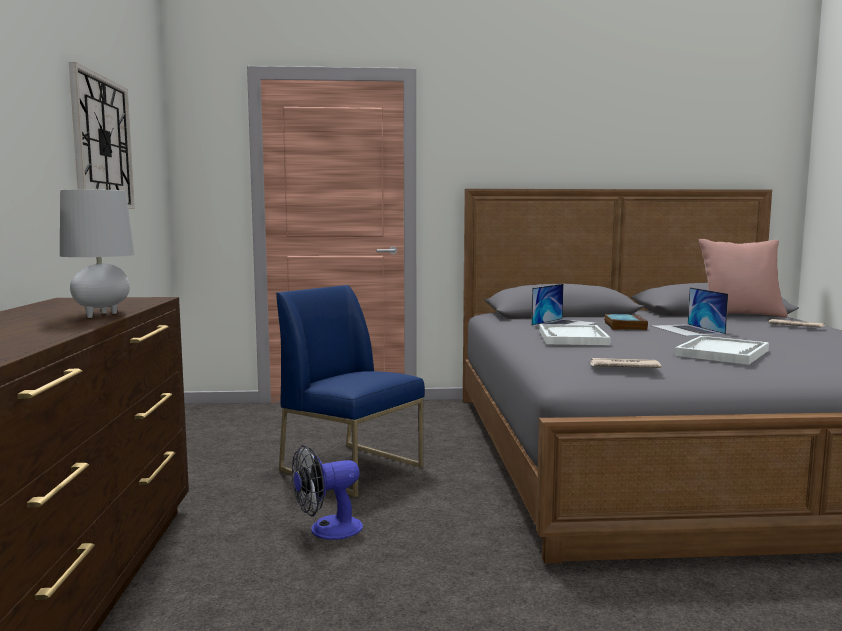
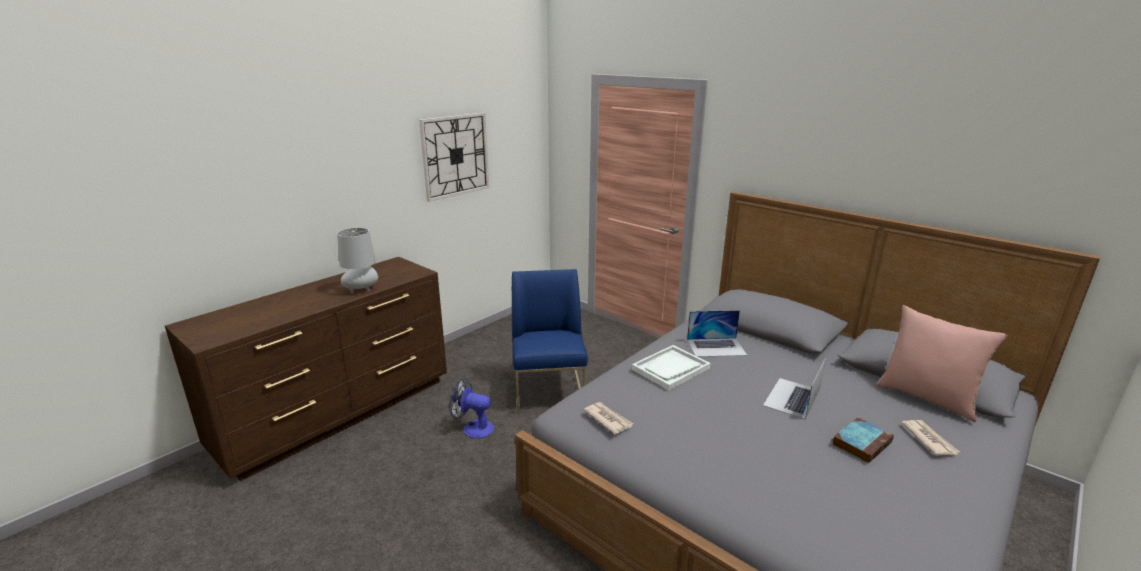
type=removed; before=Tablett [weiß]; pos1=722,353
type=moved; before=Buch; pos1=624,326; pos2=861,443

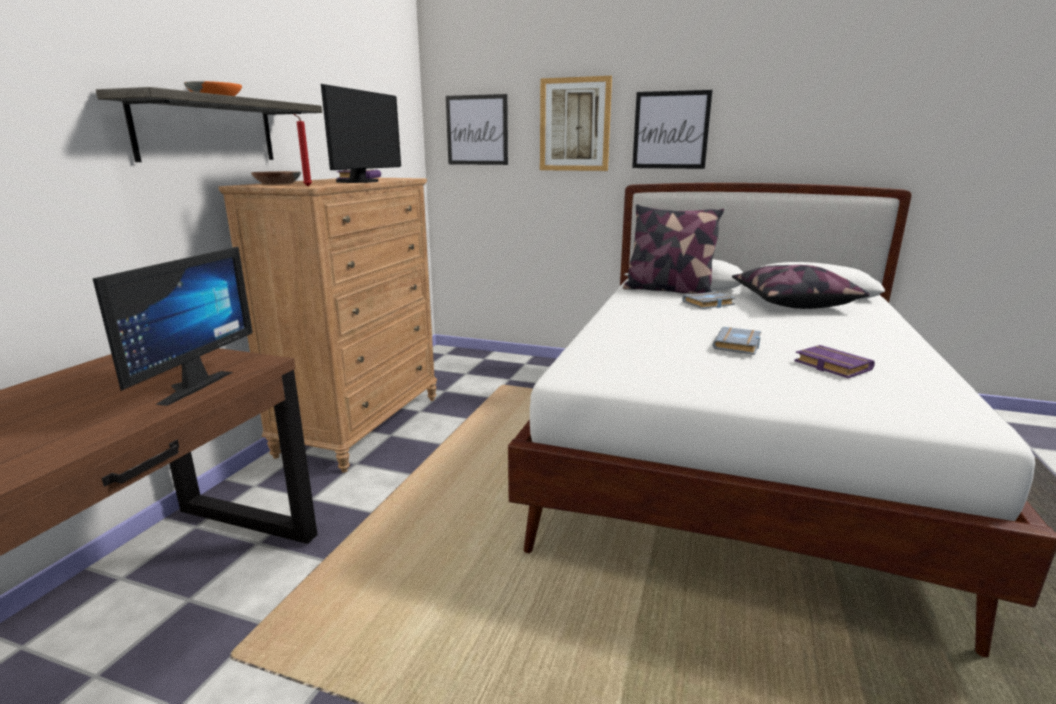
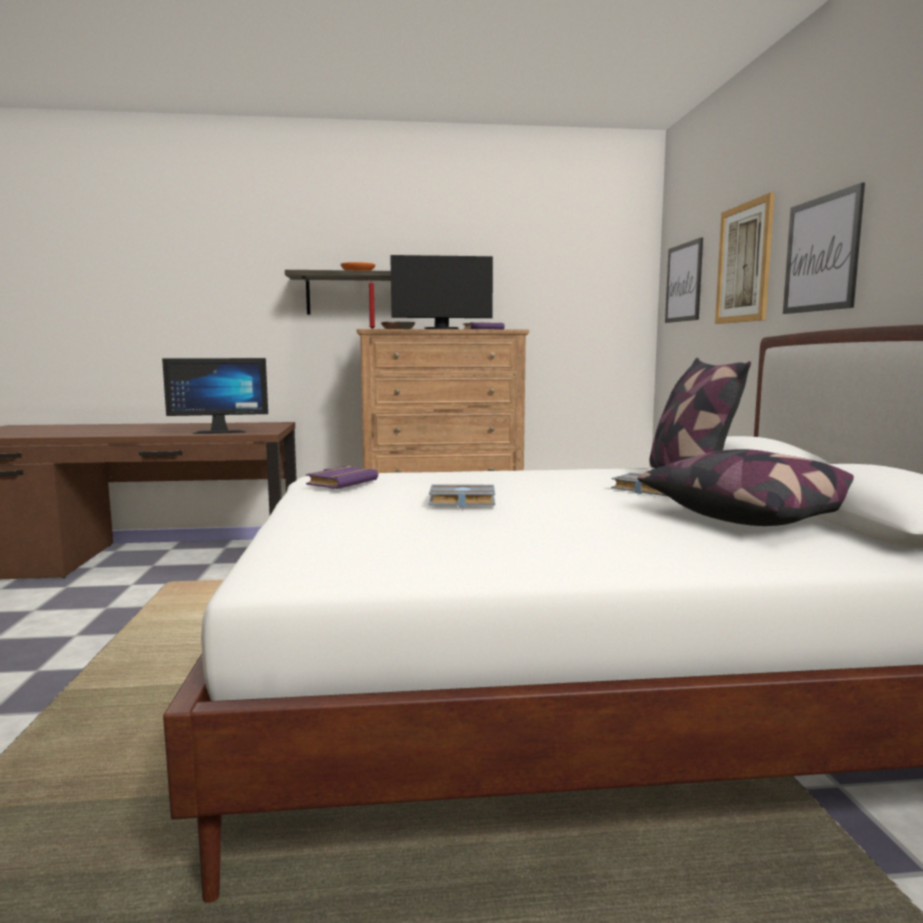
type=moved; before=Buch [lila]; pos1=830,366; pos2=341,482

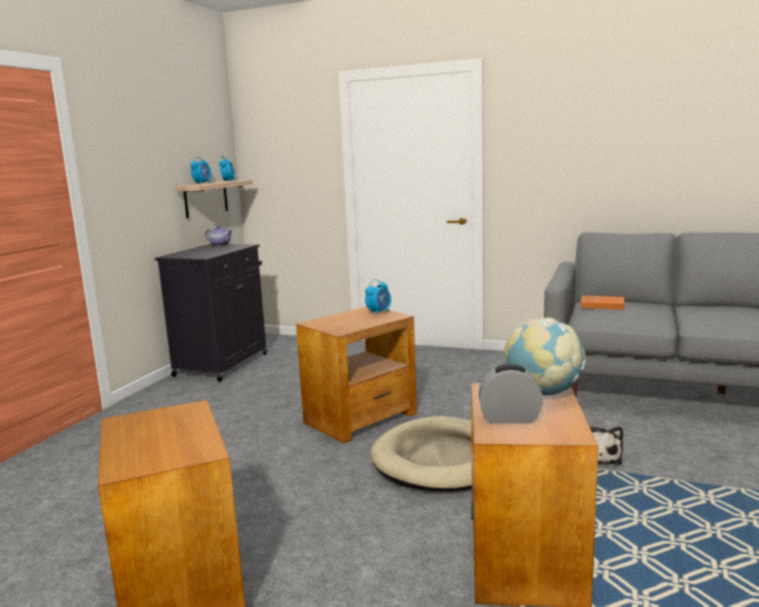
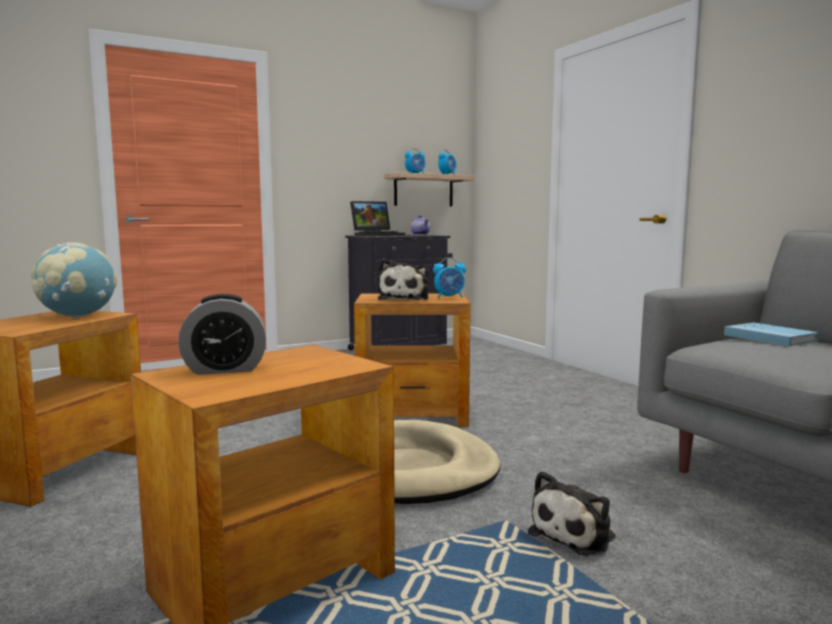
type=added; after=Laptop; pos2=378,235
type=added; after=Plüschtier; pos2=405,298
type=moved; before=Globus; pos1=543,393; pos2=78,316
type=recoloured; before=Buch [orange]; after=Buch [blau]; pos1=602,305; pos2=769,338
type=turned; before=Wecker; pos1=509,419; pos2=225,369; turn=120

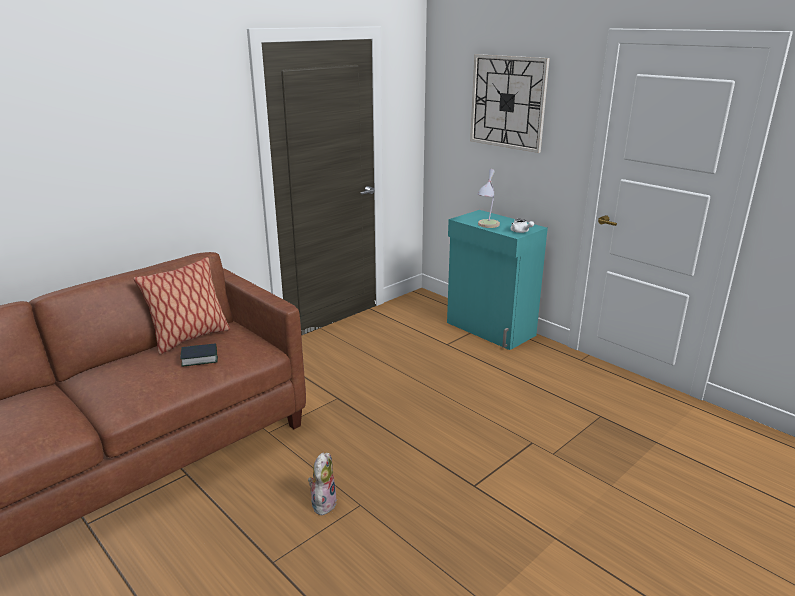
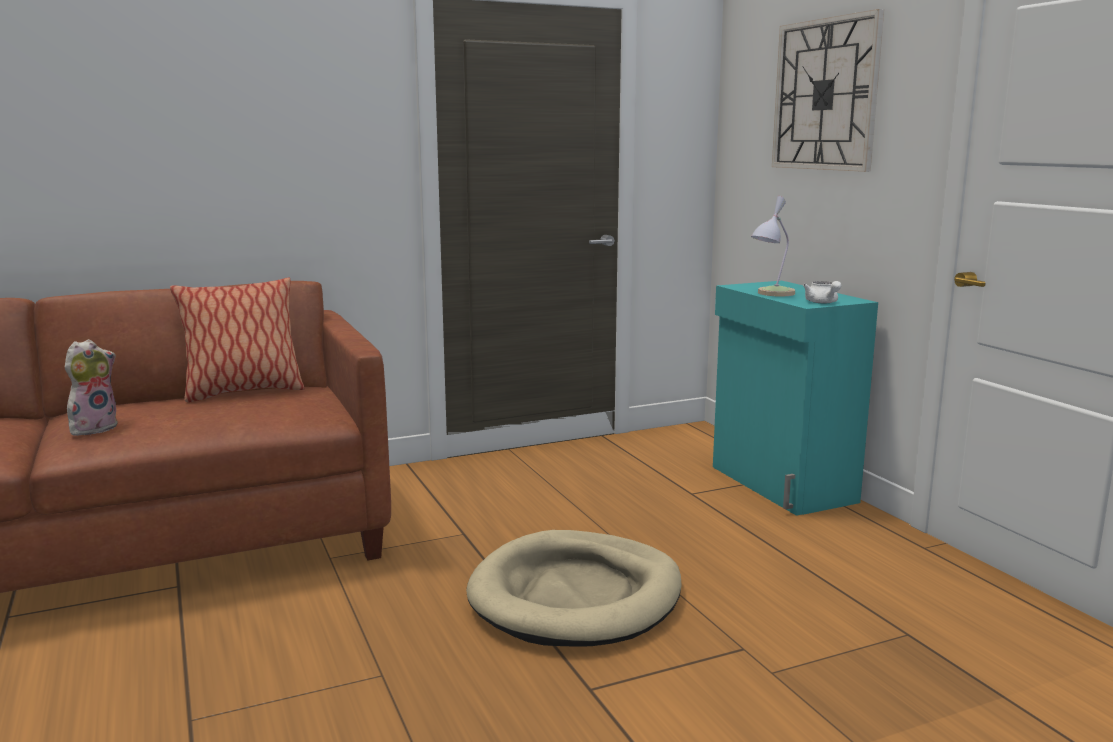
type=removed; before=Buch; pos1=199,358
type=added; after=Hundebett [beige]; pos2=576,596
type=moved; before=Plüschtier; pos1=323,503; pos2=94,428

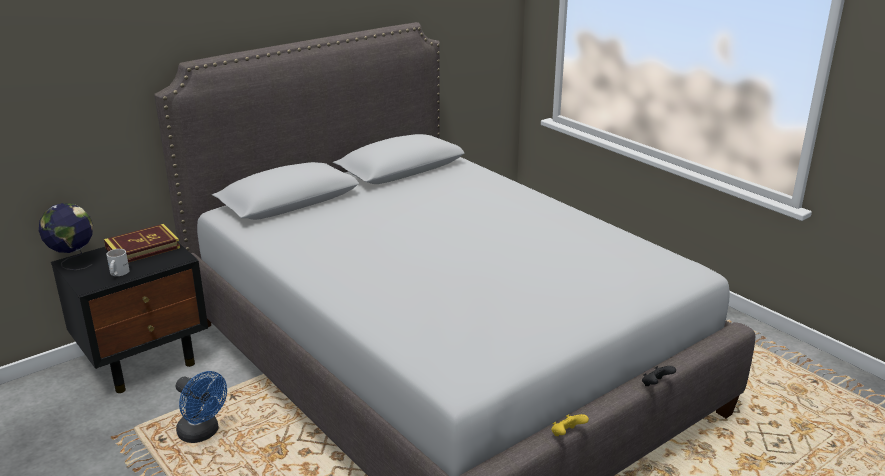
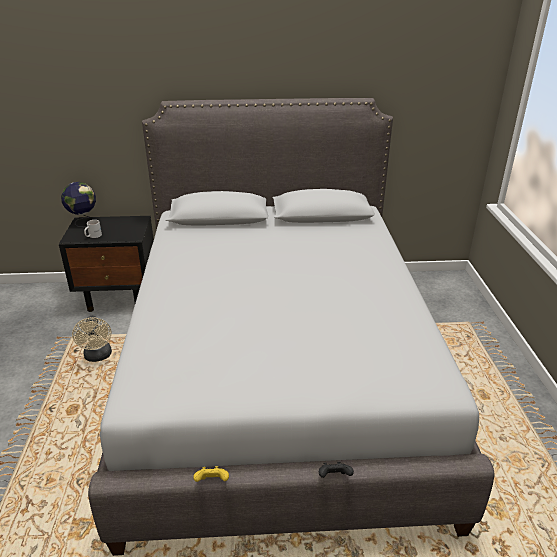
type=removed; before=Buch; pos1=143,248
type=recoloured; before=Ventilator [blau]; after=Ventilator [beige]; pos1=202,433; pos2=98,356

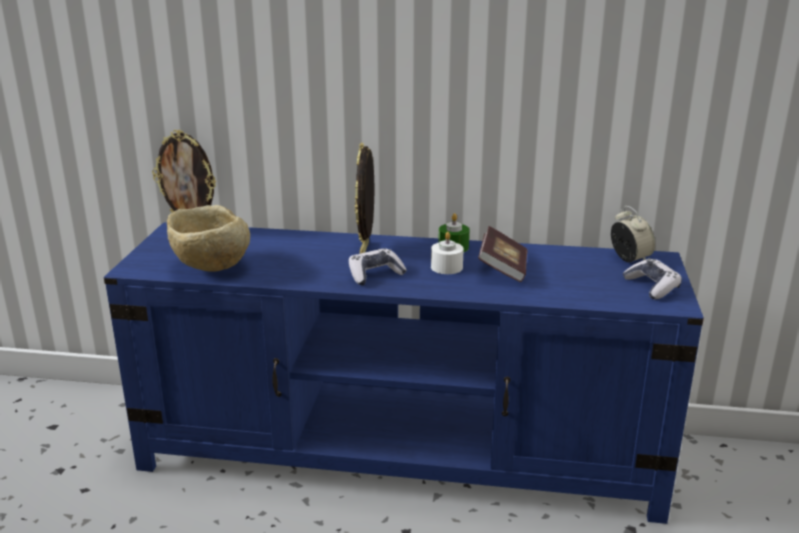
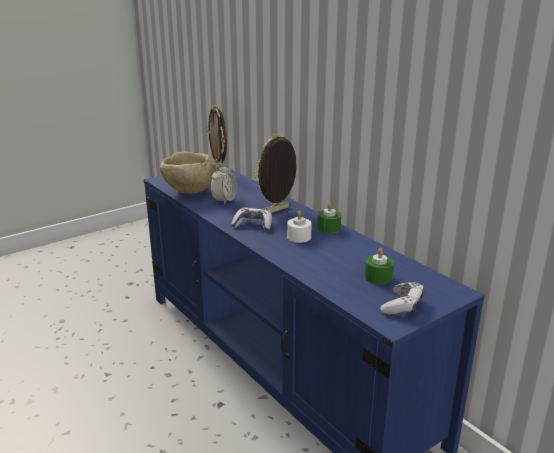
type=removed; before=Buch; pos1=503,269
type=added; after=Kerze [grün]; pos2=378,277
type=moved; before=Wecker; pos1=629,259; pos2=224,200

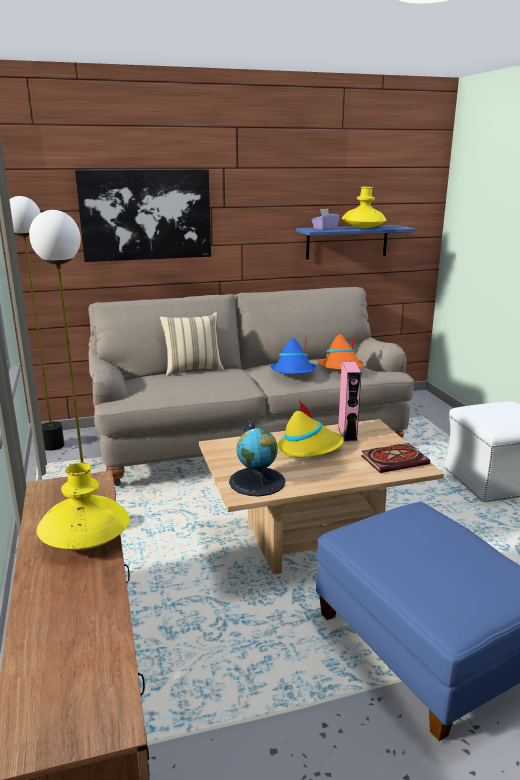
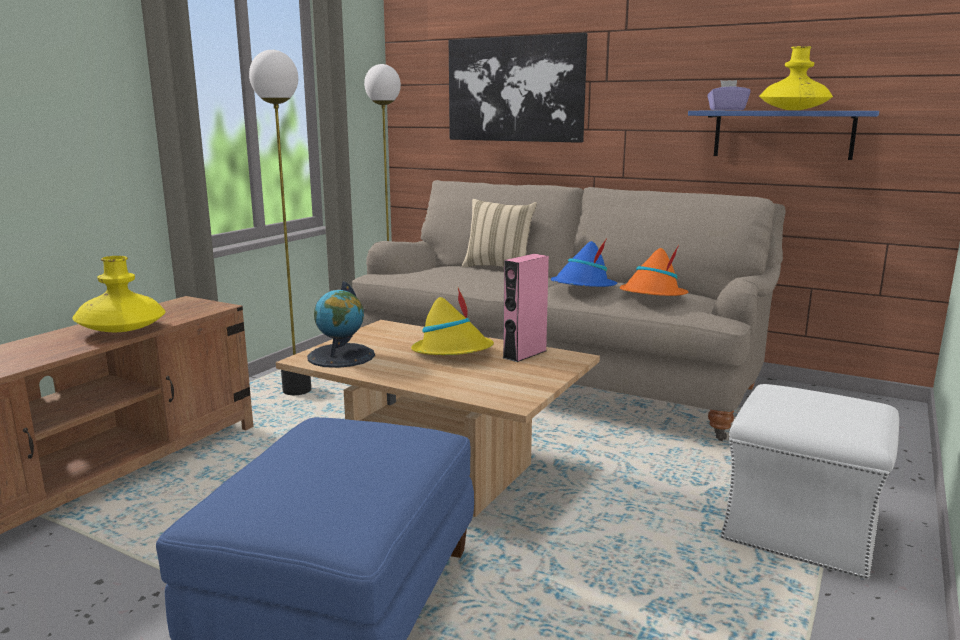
type=removed; before=Buch; pos1=395,460

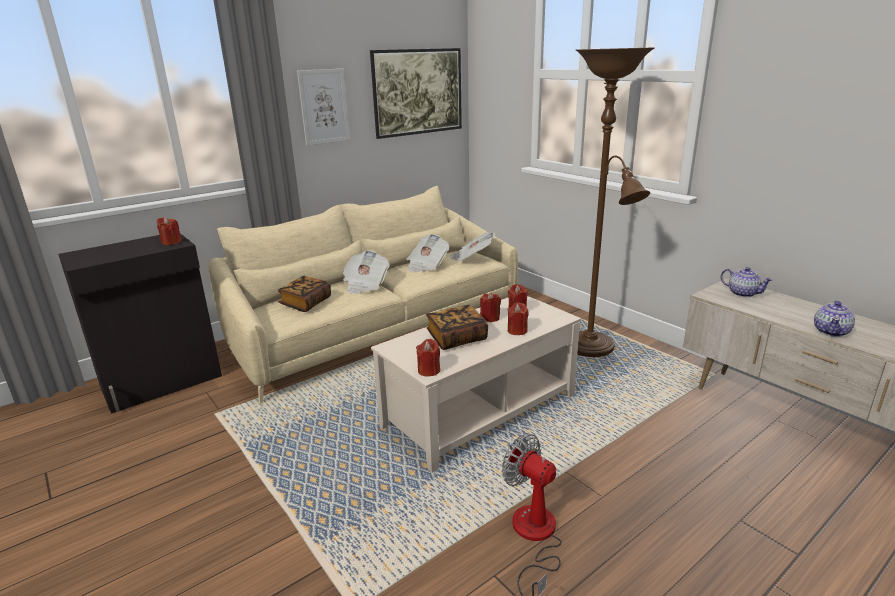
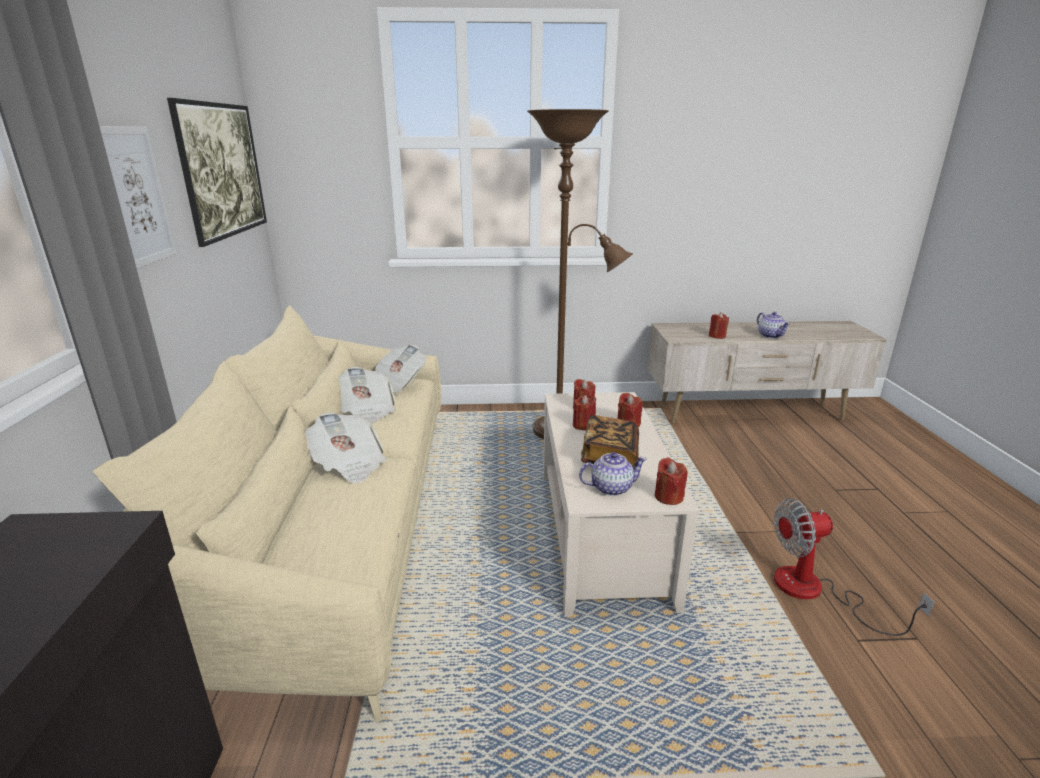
type=removed; before=Buch; pos1=306,303
type=moved; before=Kerze [rot]; pos1=171,242; pos2=717,336
type=moved; before=Teekanne; pos1=742,293; pos2=610,488

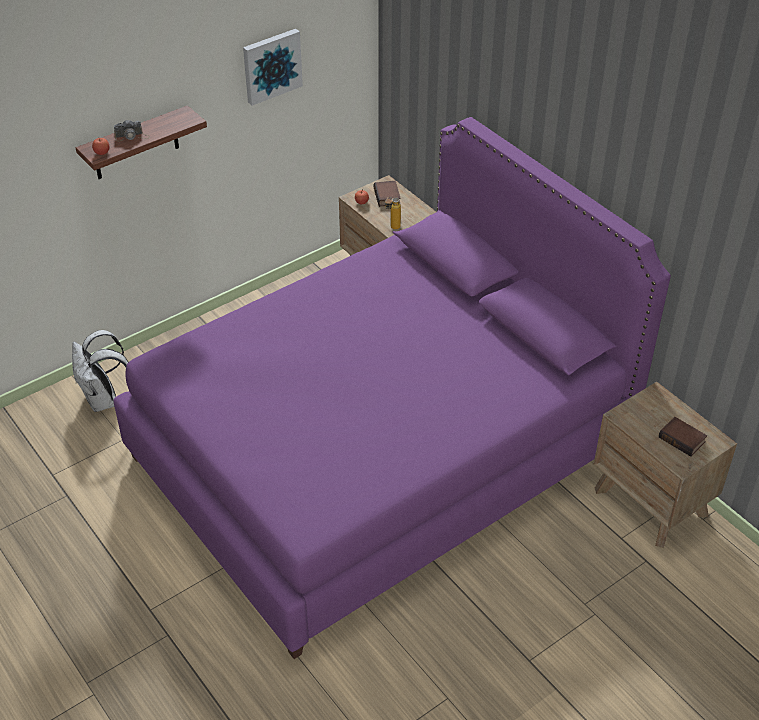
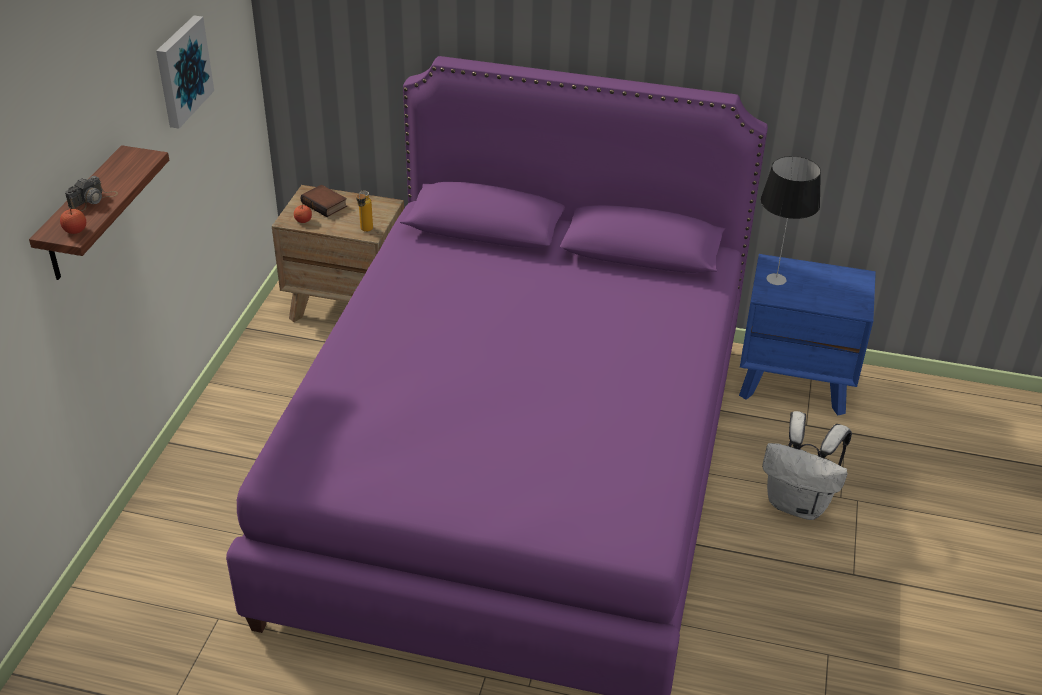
type=removed; before=Buch; pos1=683,439
type=added; after=Tischlampe; pos2=776,279
type=moved; before=Rucksack [weiß]; pos1=104,400; pos2=798,504
type=recoloured; before=Nachttisch [braun]; after=Nachttisch [blau]; pos1=651,502; pos2=795,381

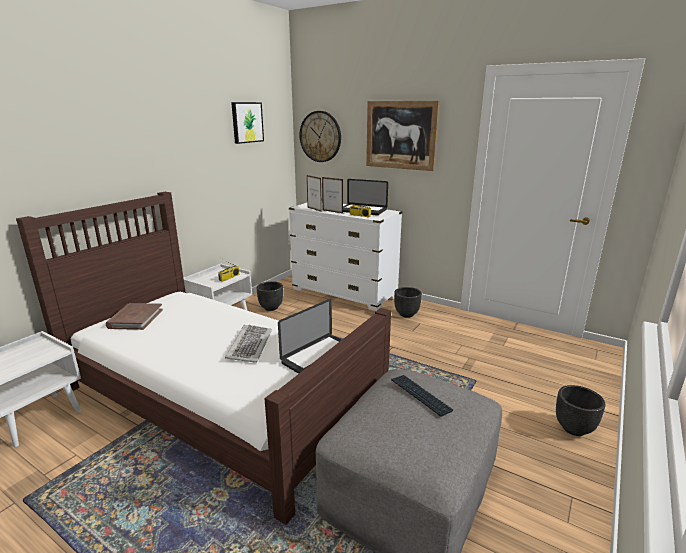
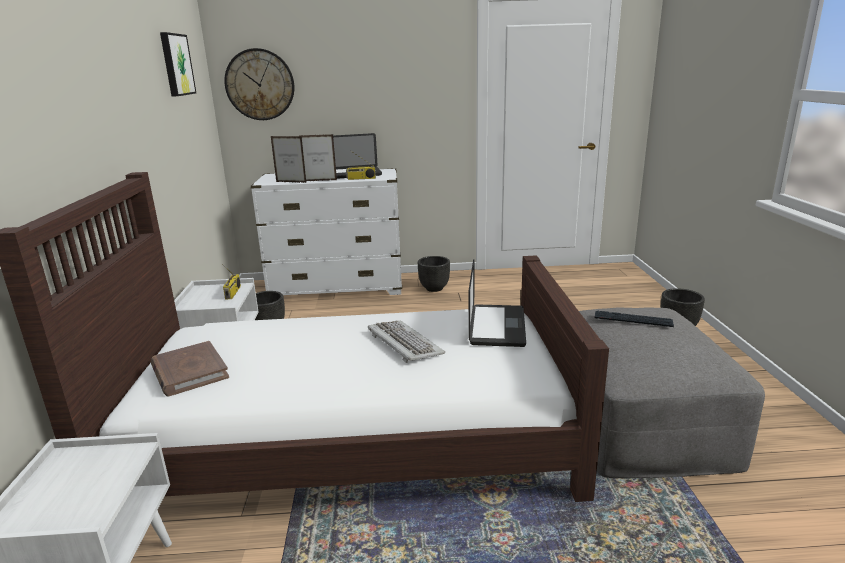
type=removed; before=Bild; pos1=400,135

